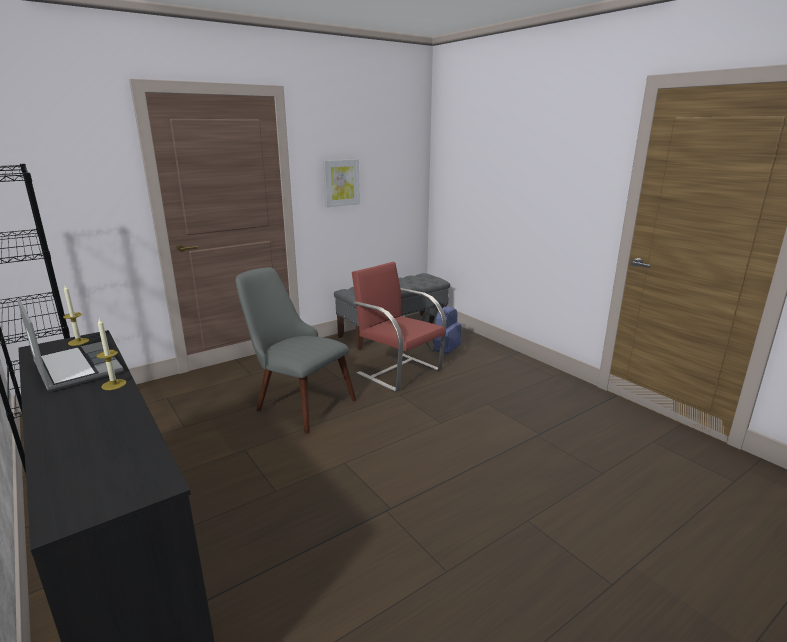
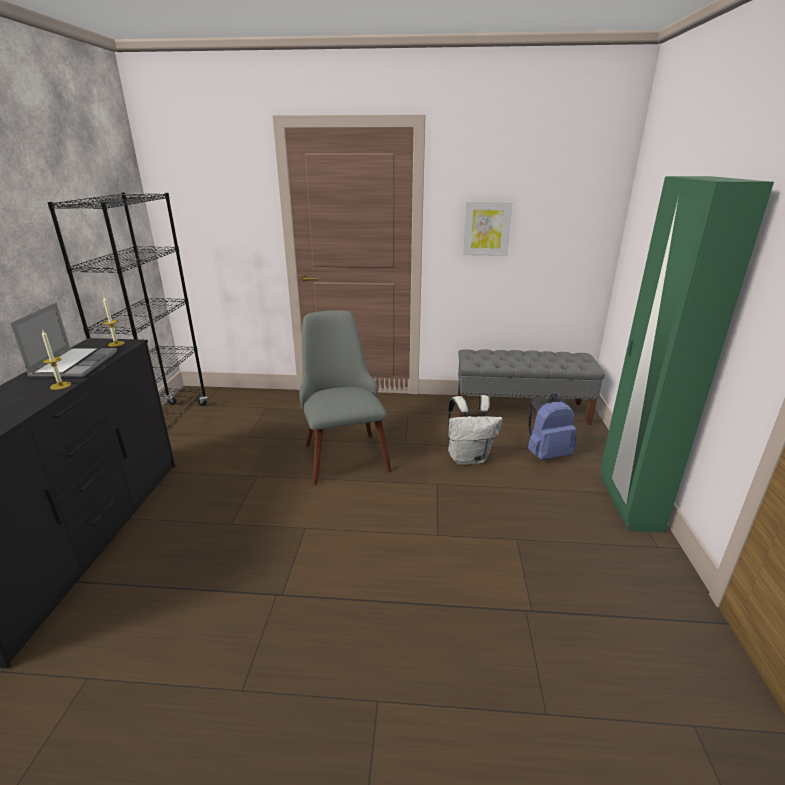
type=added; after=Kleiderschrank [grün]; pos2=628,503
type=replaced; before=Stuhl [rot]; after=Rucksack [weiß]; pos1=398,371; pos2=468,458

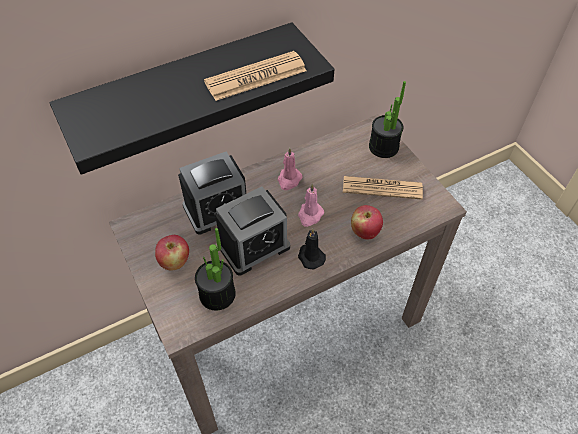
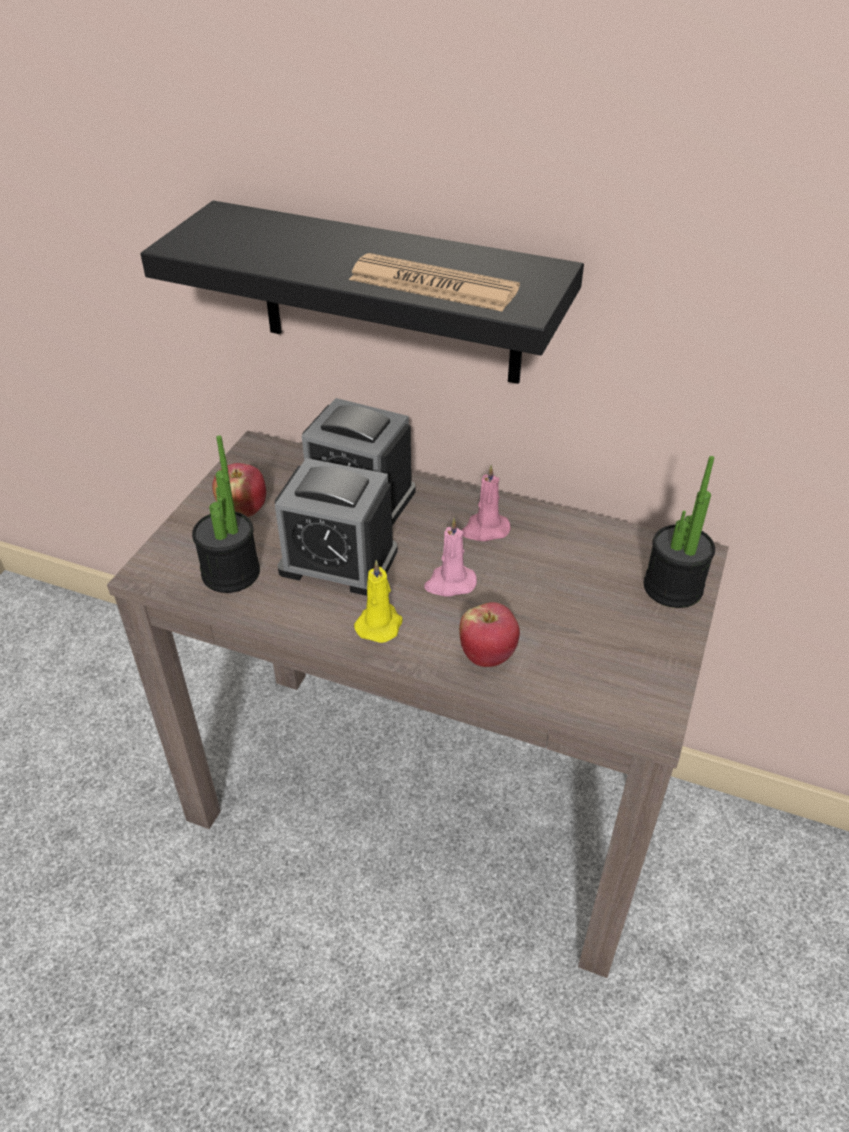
type=removed; before=Zeitung; pos1=382,188
type=recoloured; before=Kerze [schwarz]; after=Kerze [gelb]; pos1=310,257; pos2=380,624

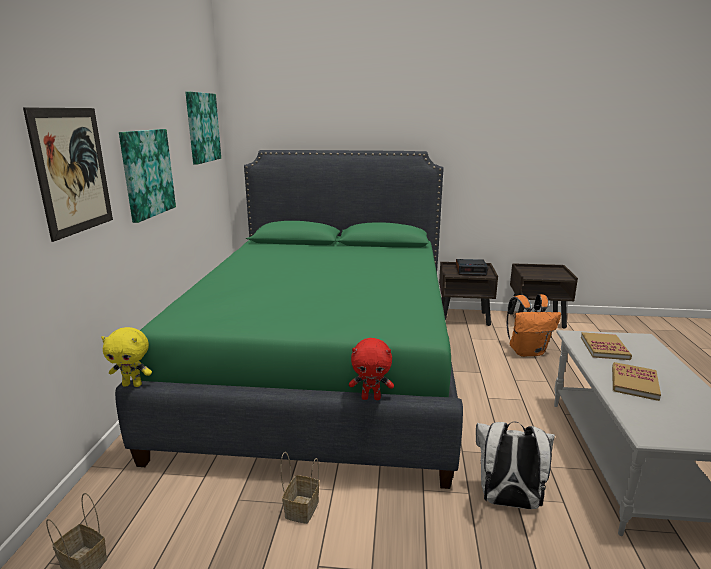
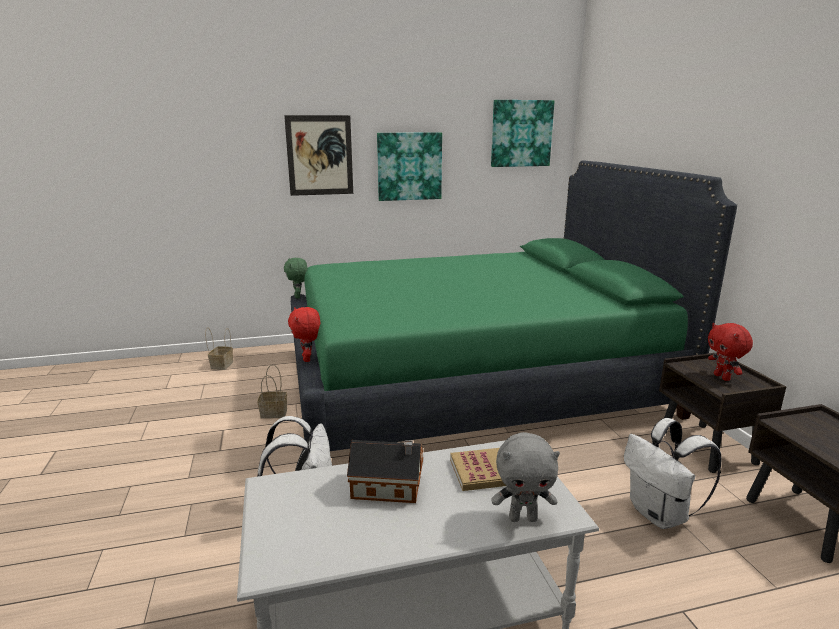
type=added; after=Plüschtier [grau]; pos2=523,518
type=replaced; before=Wecker; after=Plüschtier [rot]; pos1=471,271; pos2=722,377
type=replaced; before=Buch; after=Spielzeughaus; pos1=634,383; pos2=389,488
type=recoloured; before=Plüschtier [gelb]; after=Plüschtier [grün]; pos1=133,384; pos2=298,297
type=recoloured; before=Rucksack [orange]; after=Rucksack [weiß]; pos1=527,351; pos2=660,515

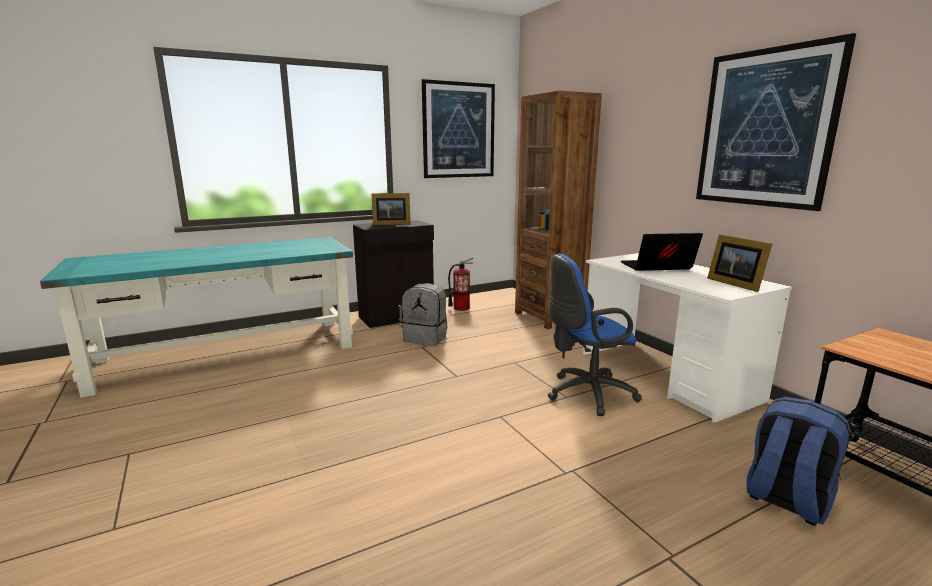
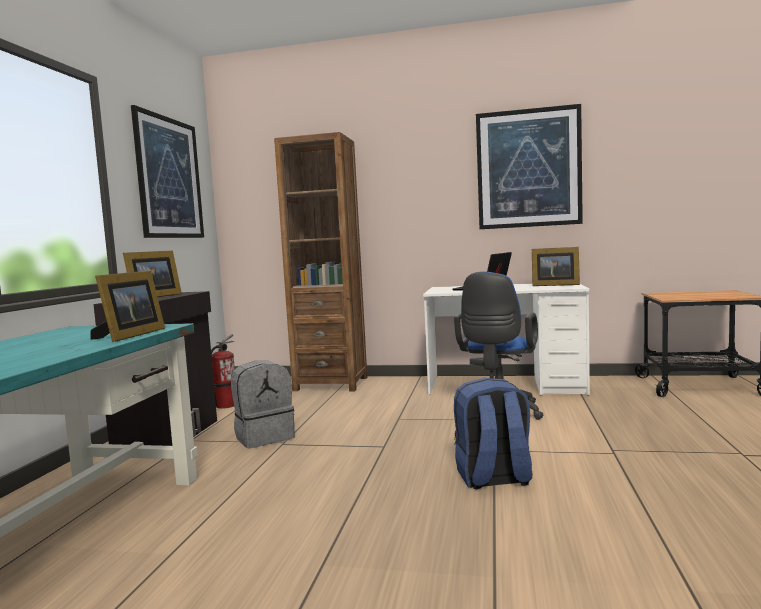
type=added; after=Bilderrahmen; pos2=130,335
type=moved; before=Rucksack [blau]; pos1=786,499; pos2=493,478

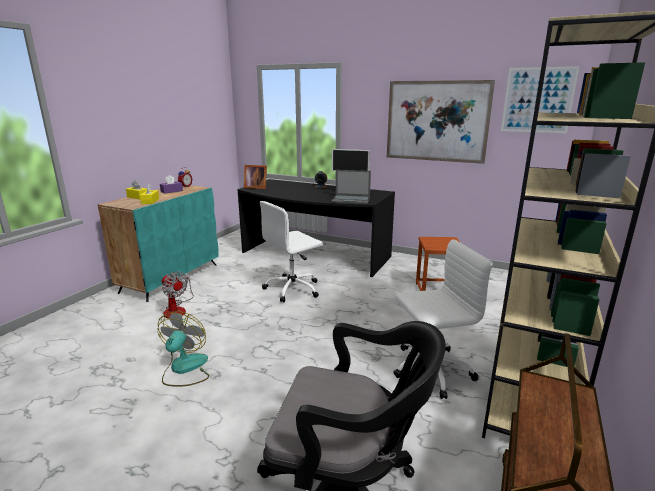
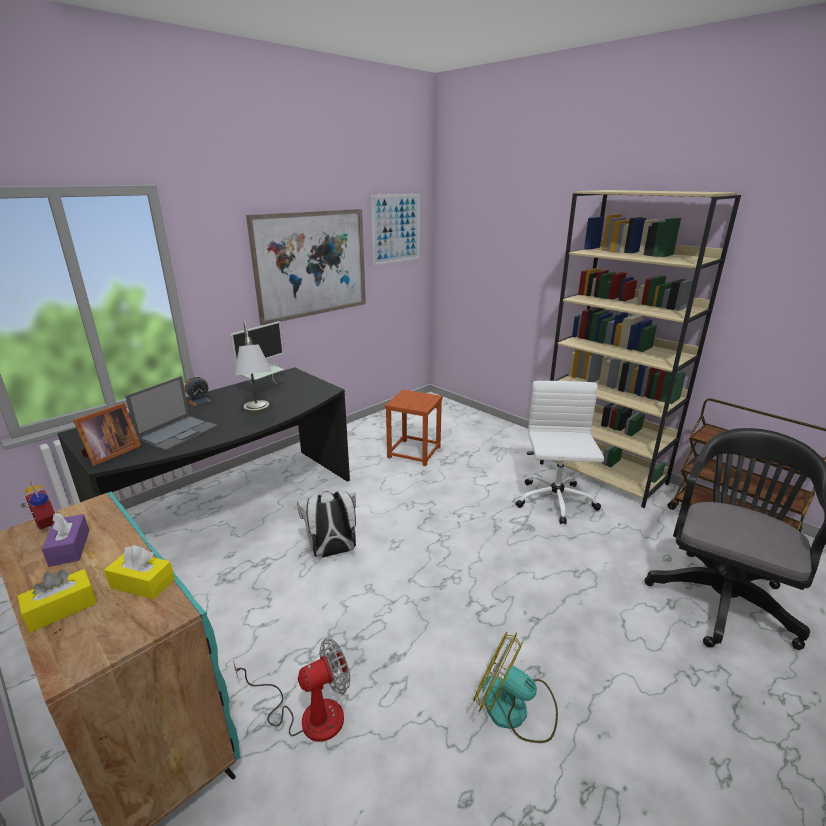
type=added; after=Tischlampe [grau]; pos2=258,416
type=moved; before=Laptop; pos1=351,200; pos2=178,432
type=replaced; before=Bürostuhl [weiß]; after=Rucksack [weiß]; pos1=293,289; pos2=332,552

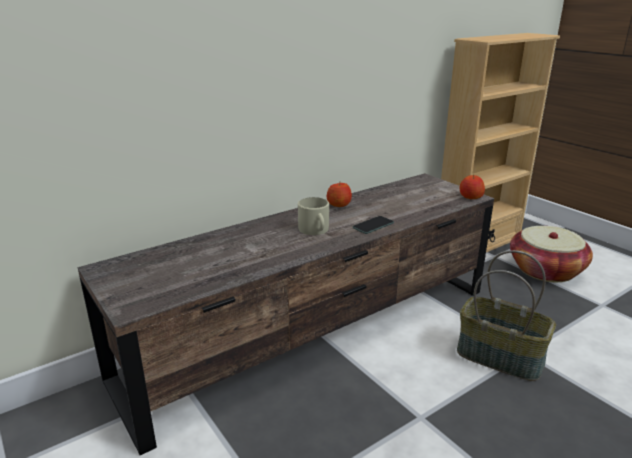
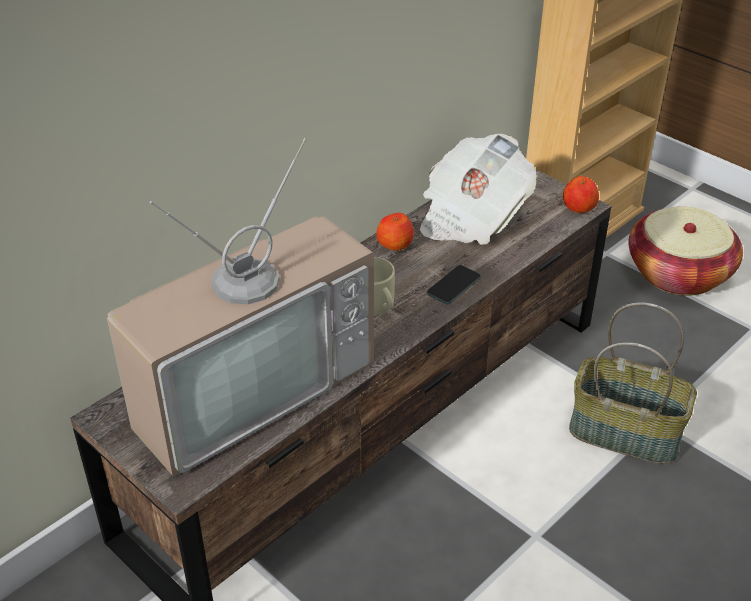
type=added; after=Fernseher; pos2=248,384
type=added; after=Zeitung; pos2=471,216

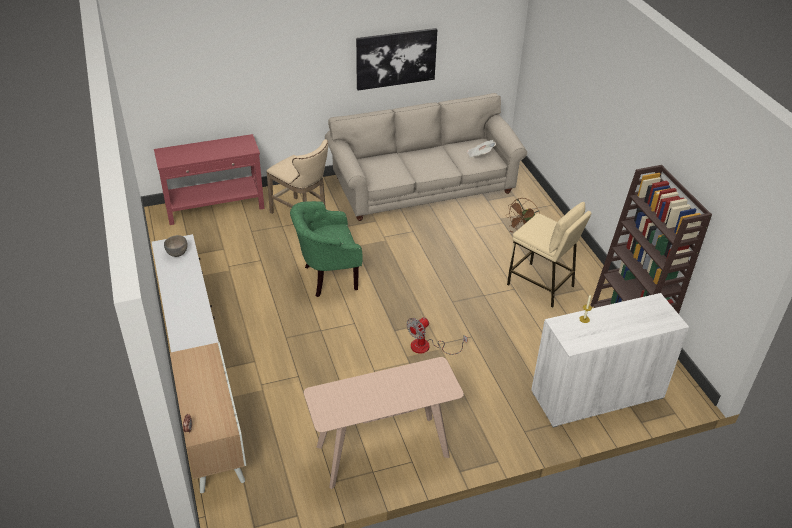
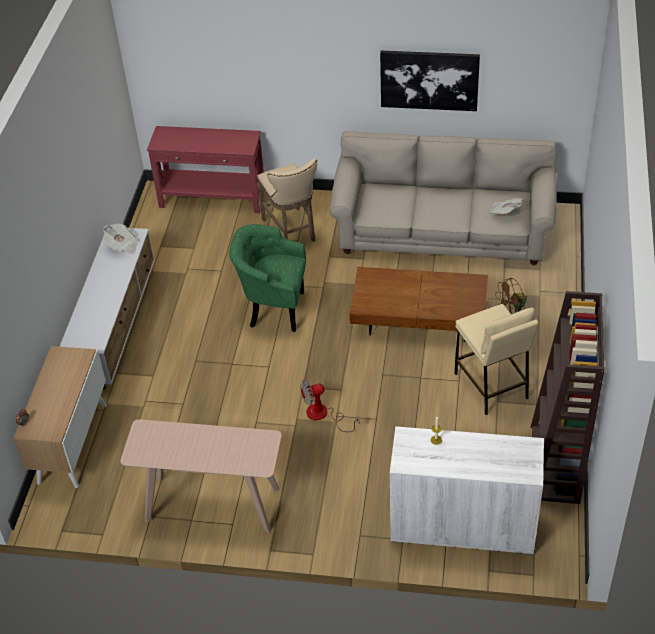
type=added; after=Couchtisch [braun]; pos2=419,319
type=replaced; before=Schüssel [grau]; after=Zeitung; pos1=177,253; pos2=122,246

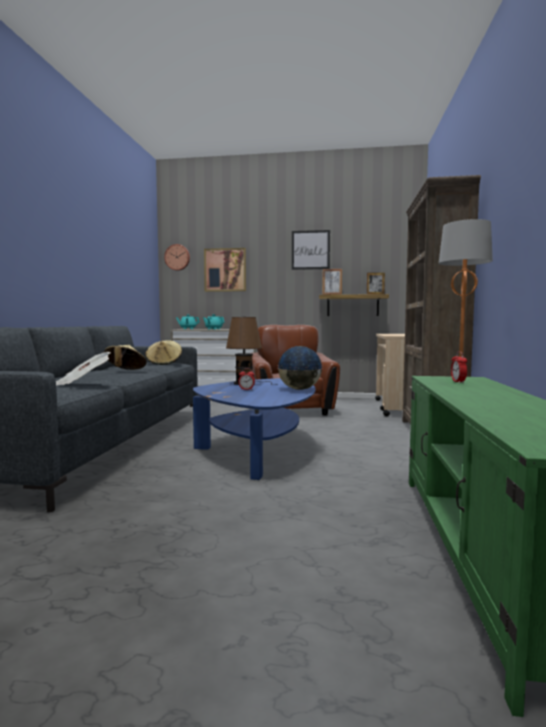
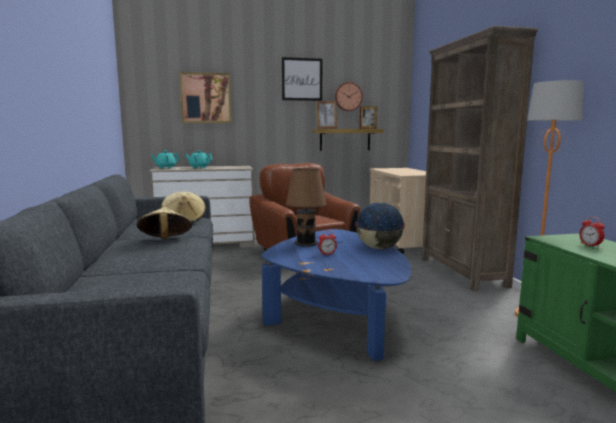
type=removed; before=Zeitung; pos1=82,383
type=moved; before=Wanduhr; pos1=177,257; pos2=348,96

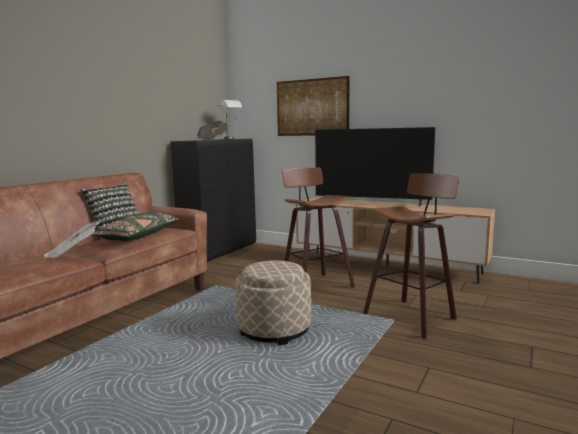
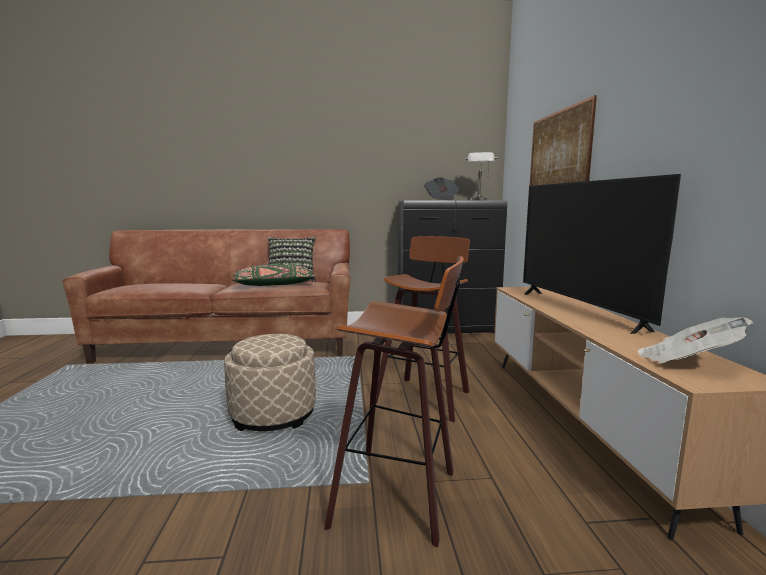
type=moved; before=Zeitung; pos1=73,254; pos2=687,362

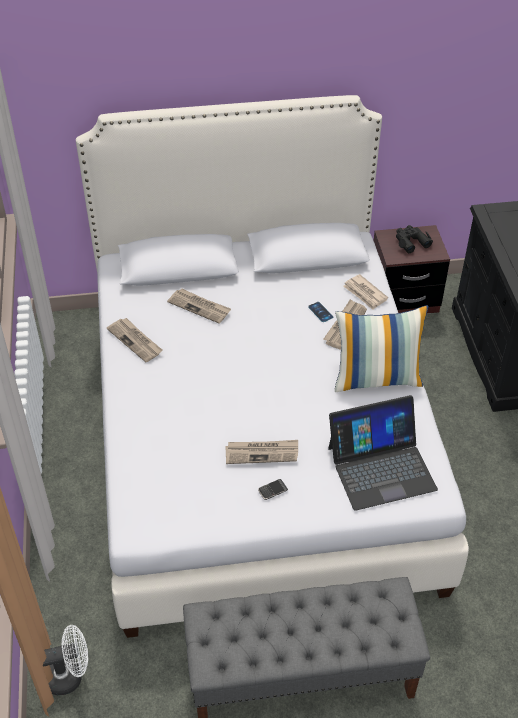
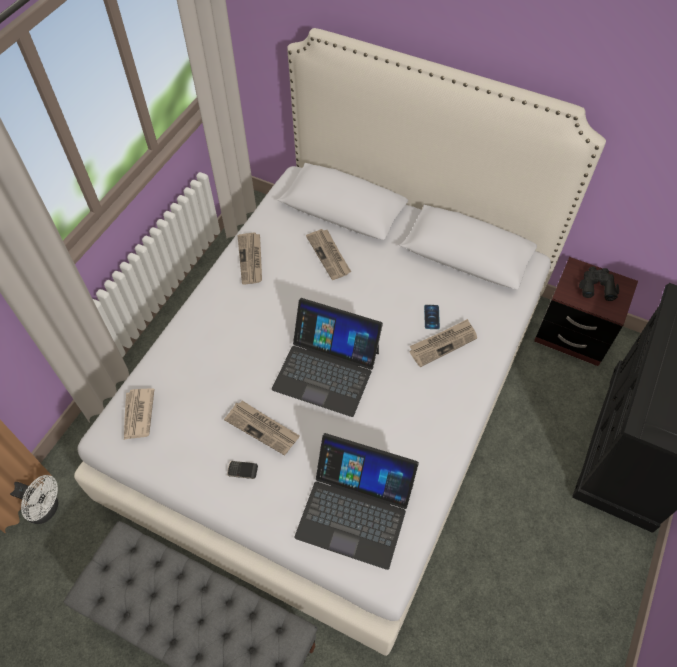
type=removed; before=Kissen; pos1=376,378
type=added; after=Laptop; pos2=326,369
type=moved; before=Zeitung; pos1=365,293; pos2=138,415

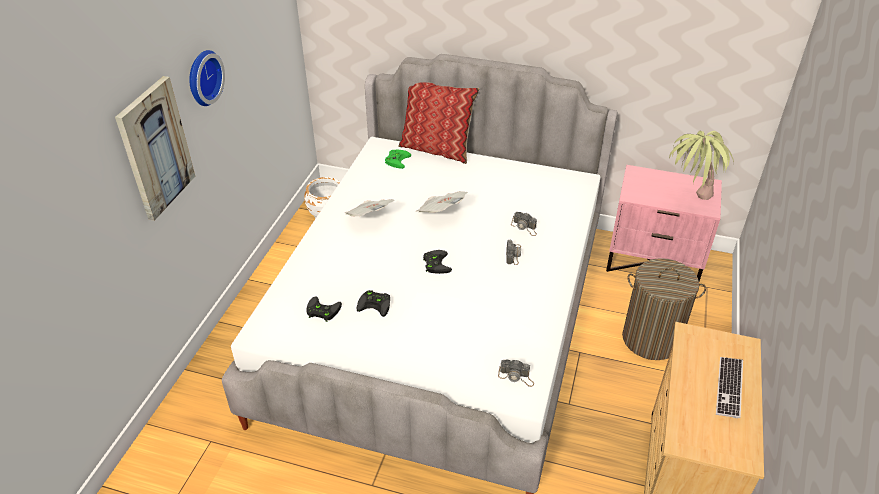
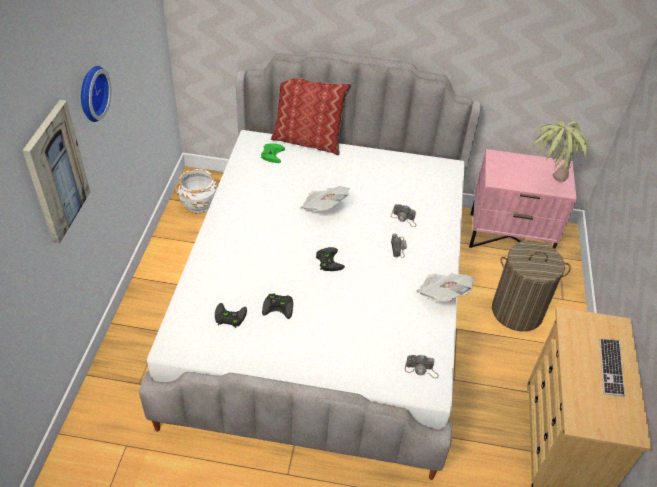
type=moved; before=Zeitung; pos1=370,217; pos2=442,294

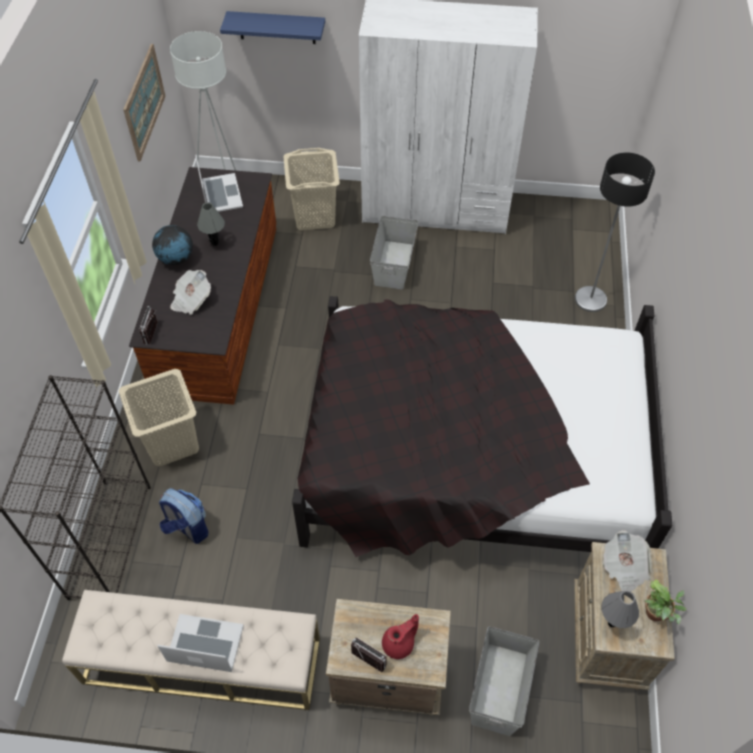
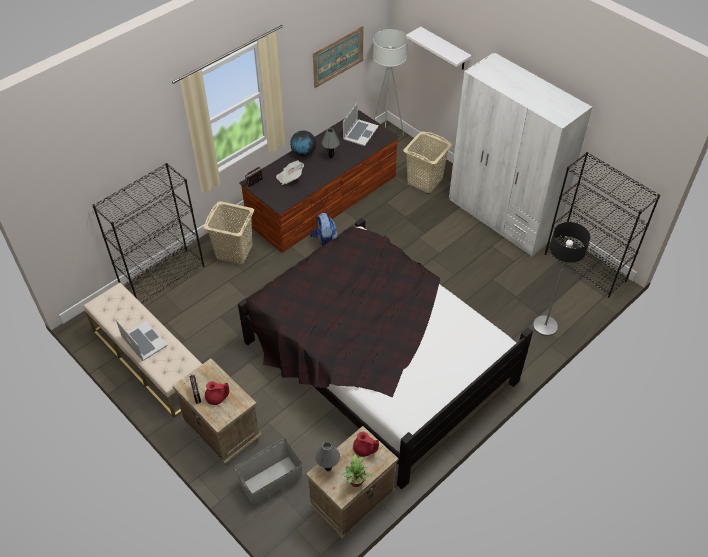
type=removed; before=Aufbewahrungsbox [grau]; pos1=394,264
type=added; after=Bücherregal [schwarz]; pos2=585,267
type=moved; before=Rucksack; pos1=187,528; pos2=324,244
type=replaced; before=Zeitung; after=Teekanne [rot]; pos1=624,568; pos2=364,449
type=recoloured; before=Wandregal [blau]; after=Wandregal [weiß]; pos1=277,27; pos2=444,49

